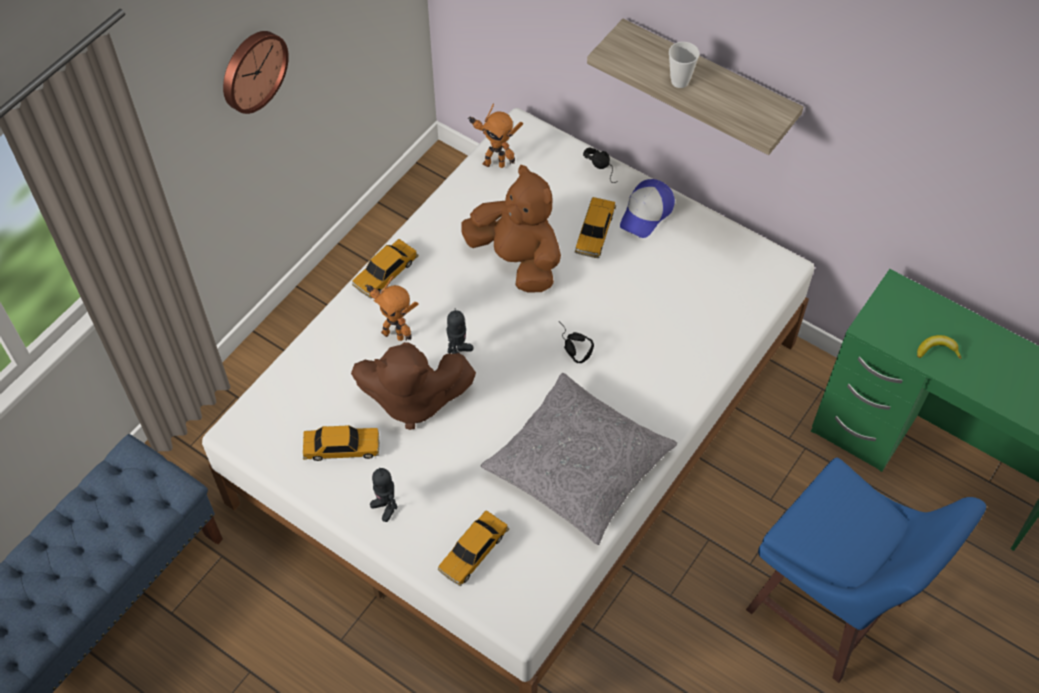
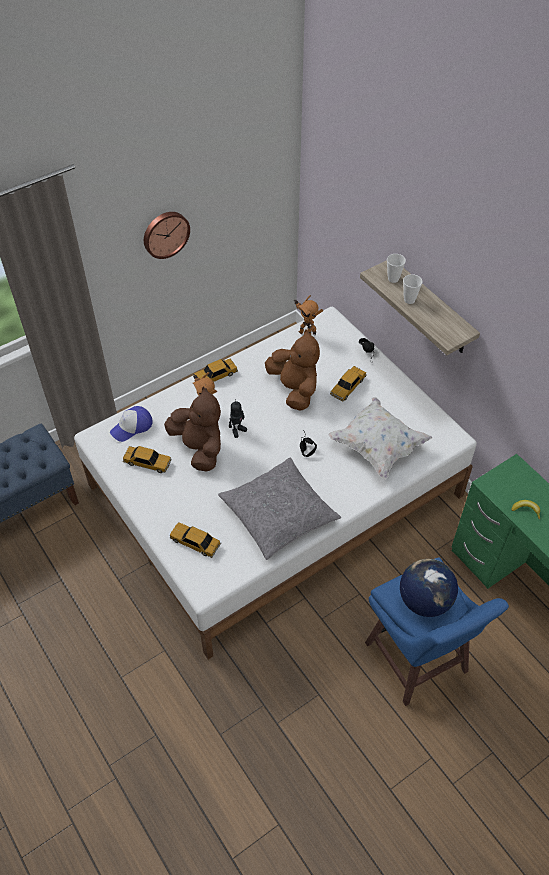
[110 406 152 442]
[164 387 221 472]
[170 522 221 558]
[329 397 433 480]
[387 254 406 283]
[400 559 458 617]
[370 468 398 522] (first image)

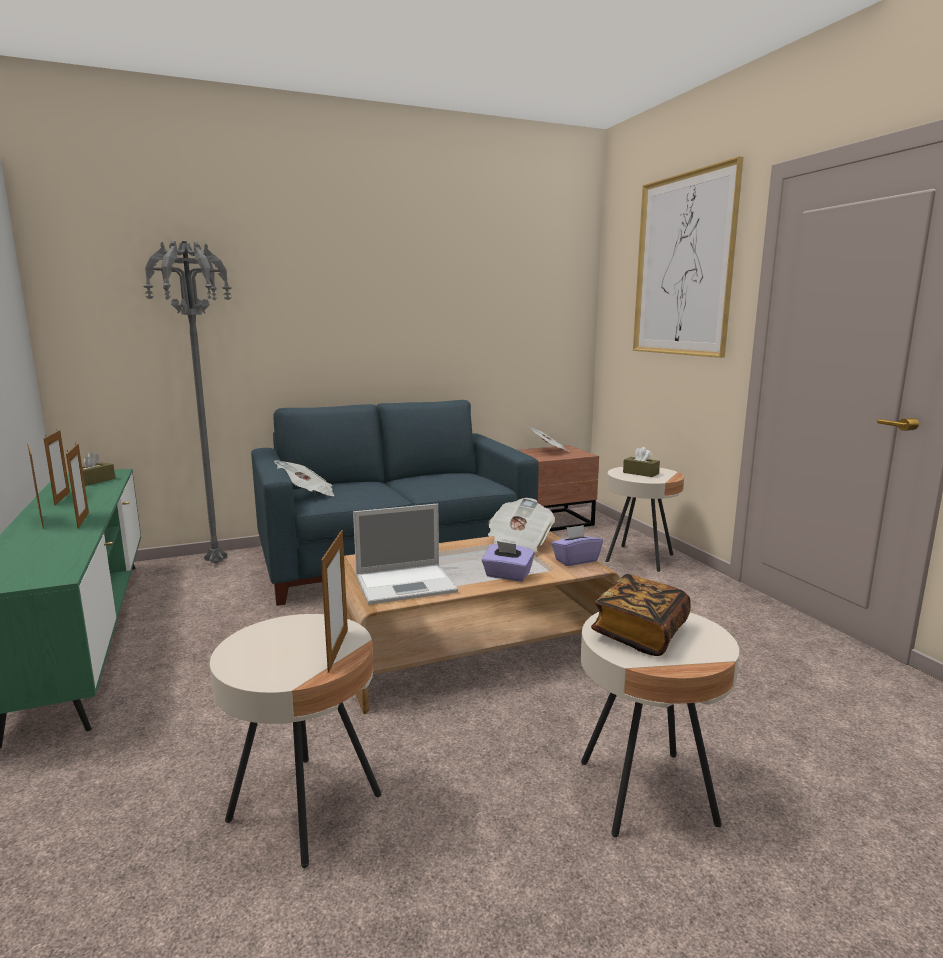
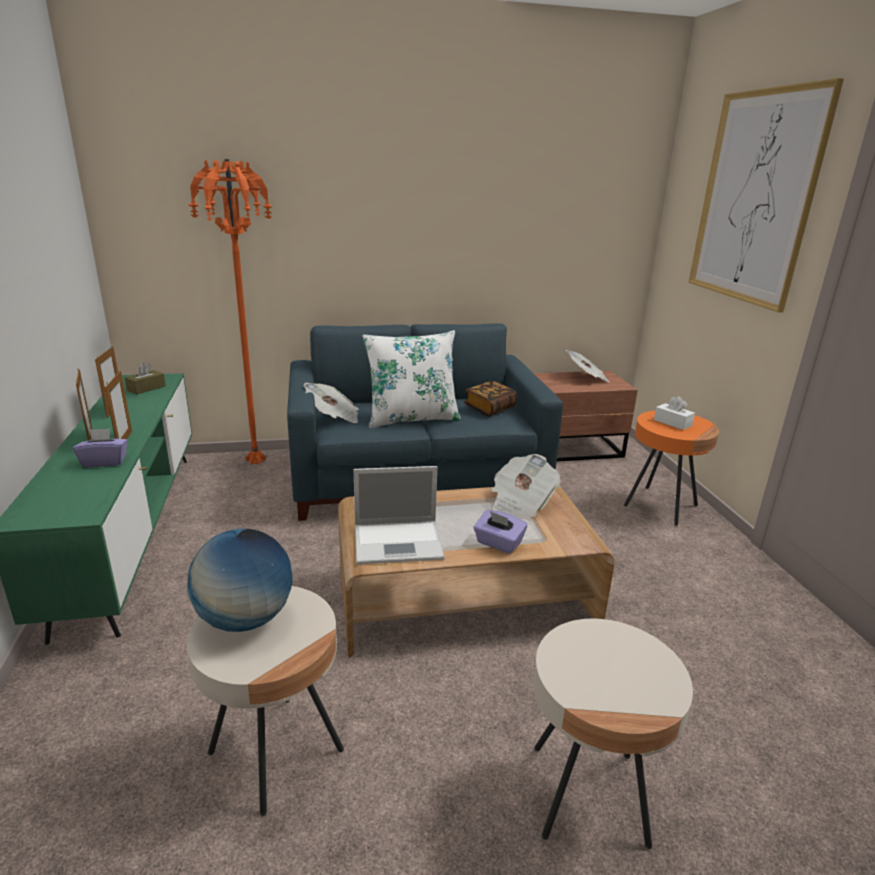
[73 429 128 467]
[187 529 293 632]
[189 159 272 465]
[362 330 461 428]
[464 381 517 417]
[624 411 719 526]
[654 396 695 430]
[321 530 348 673] (first image)

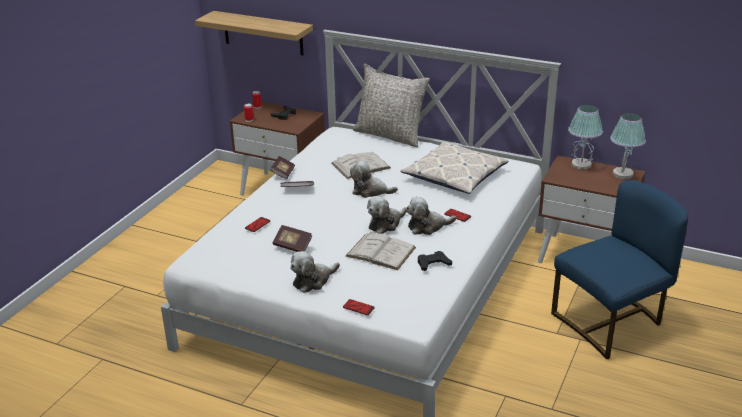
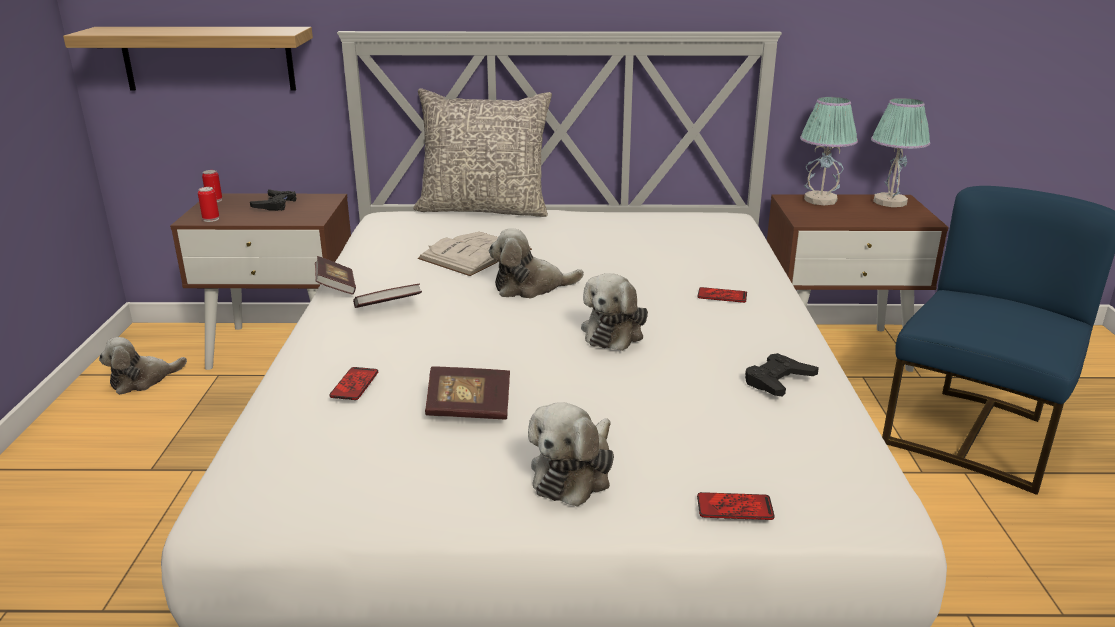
[99 337 187 395]
[346 232 416 270] (first image)
[400 141 509 194] (first image)

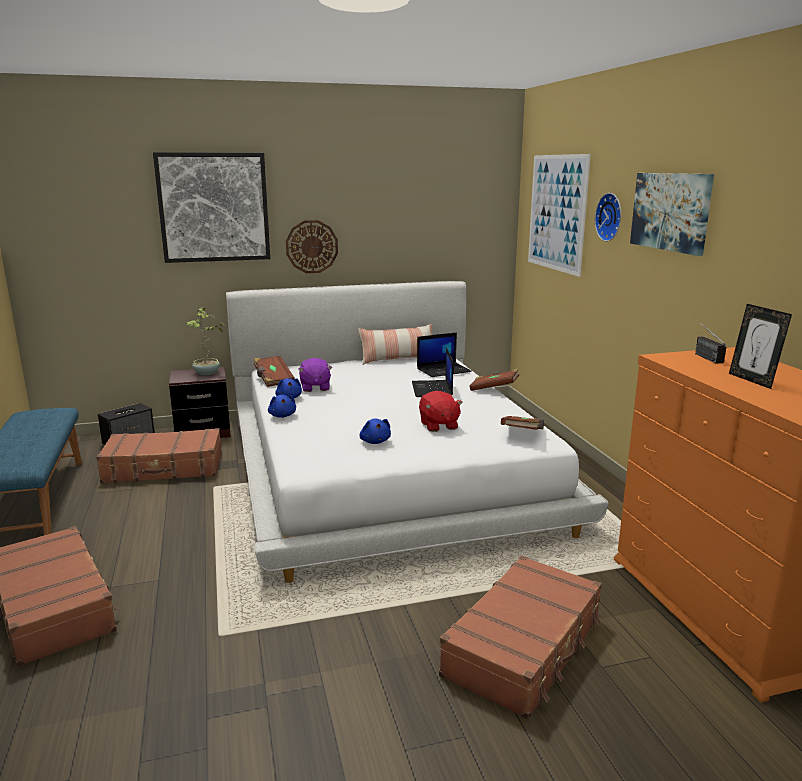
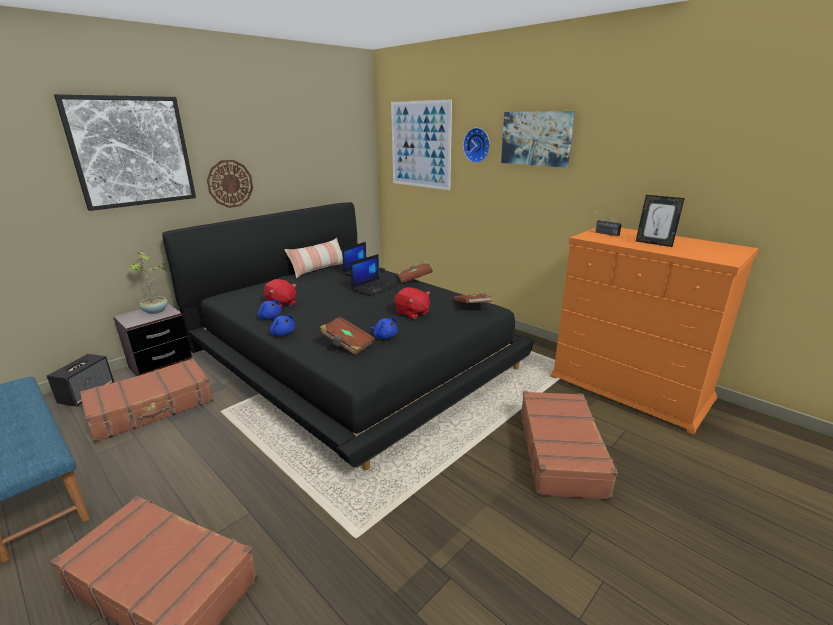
[162 202 534 470]
[264 279 297 308]
[319 317 375 356]
[350 254 398 296]

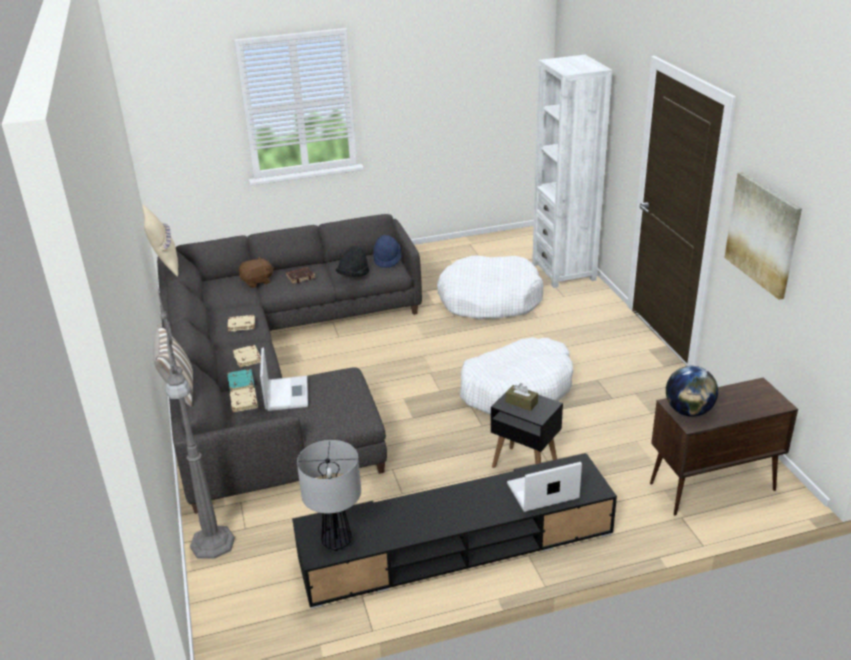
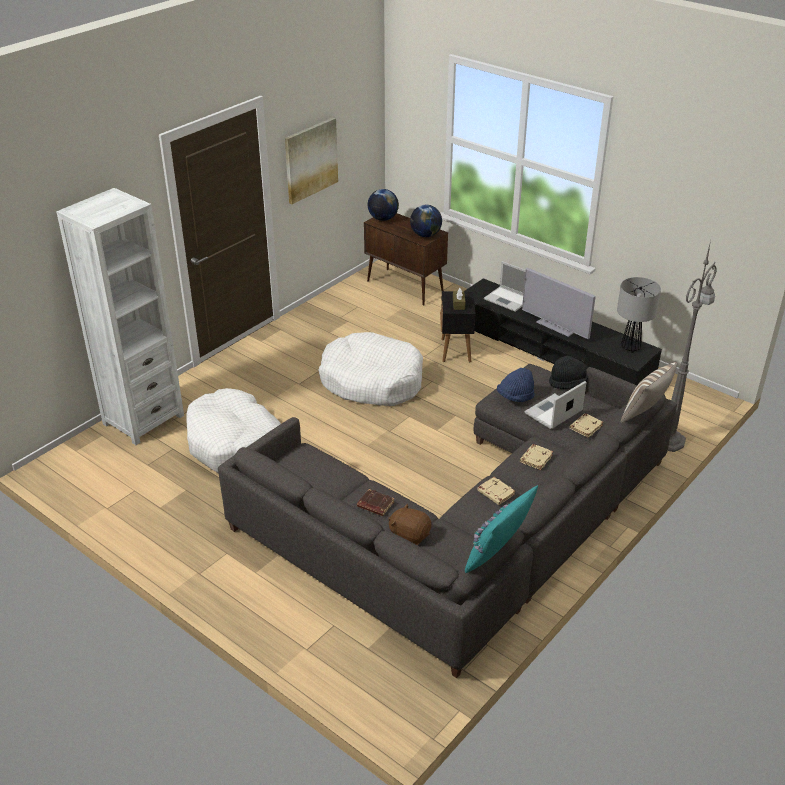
[368 189 399 221]
[465 485 538 573]
[497 368 535 402]
[522 267 596 339]
[549 356 588 389]
[227 369 255 391] (first image)

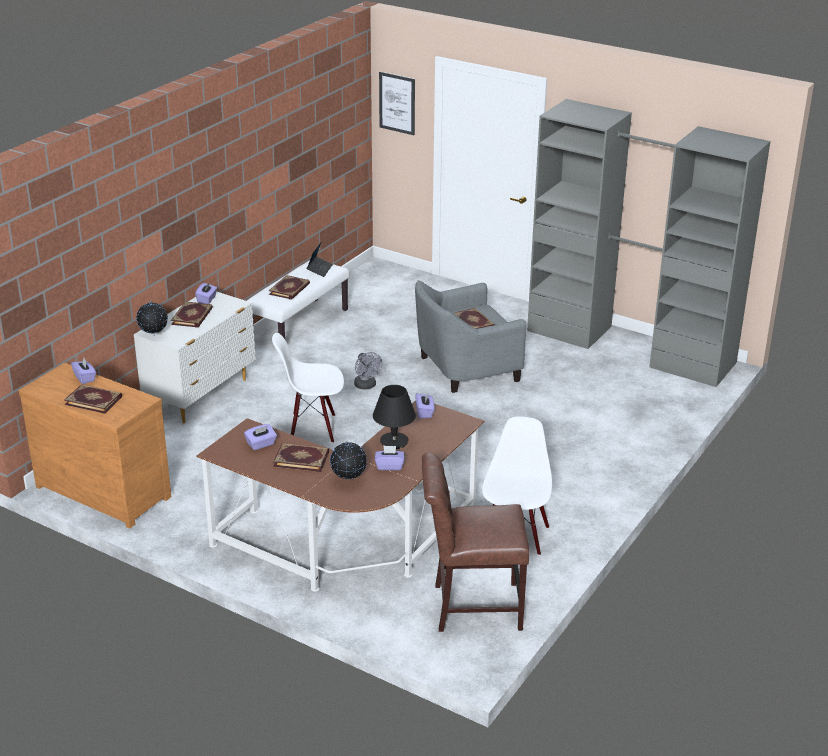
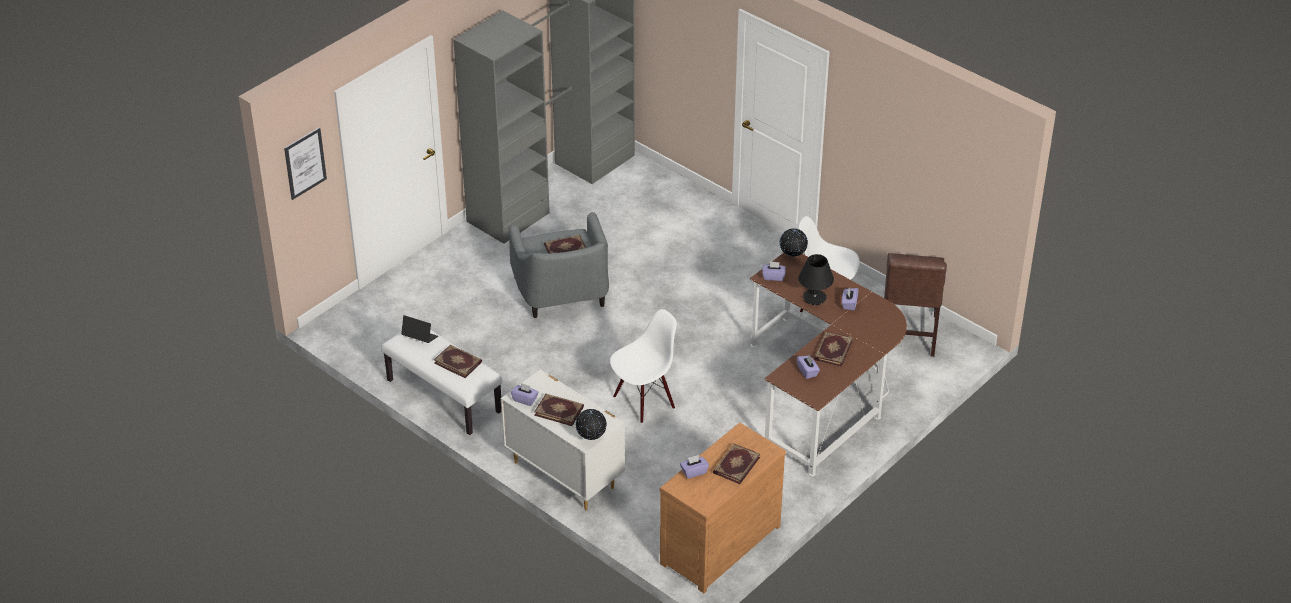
[610 309 677 423]
[780 228 808 257]
[354 352 382 389] (first image)

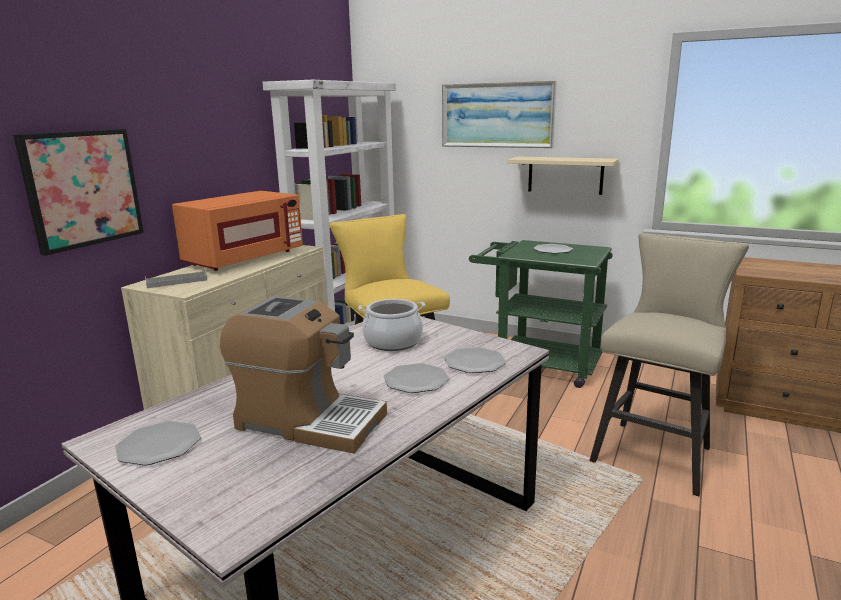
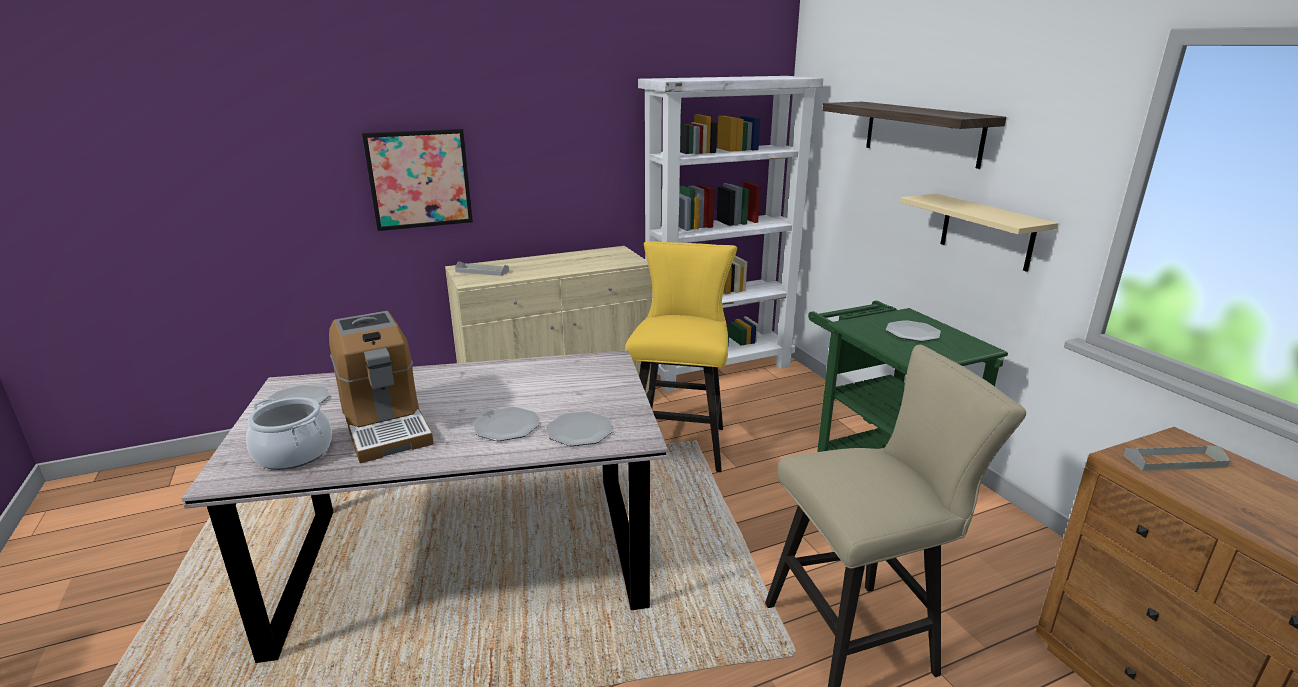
[246 397 332 470]
[822 102 1006 169]
[1123 445 1230 471]
[172 191 303 271] (first image)

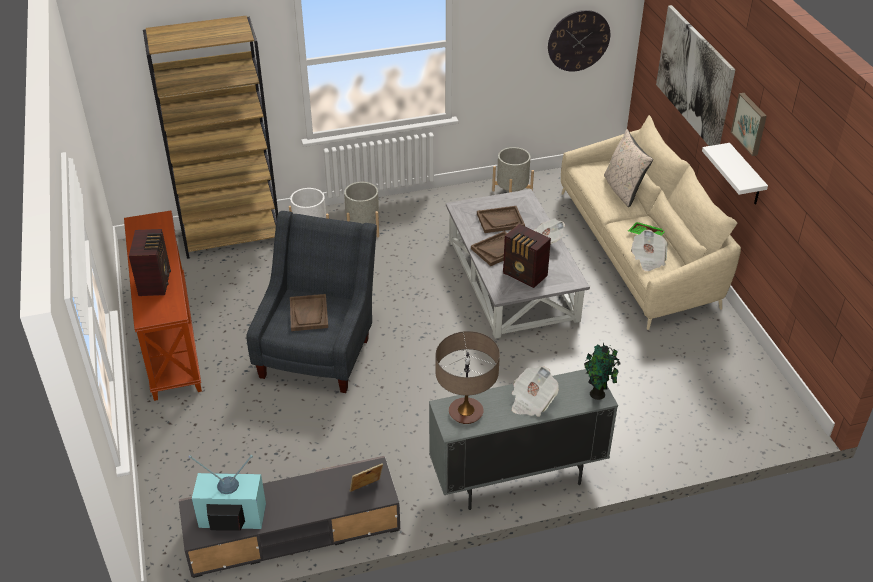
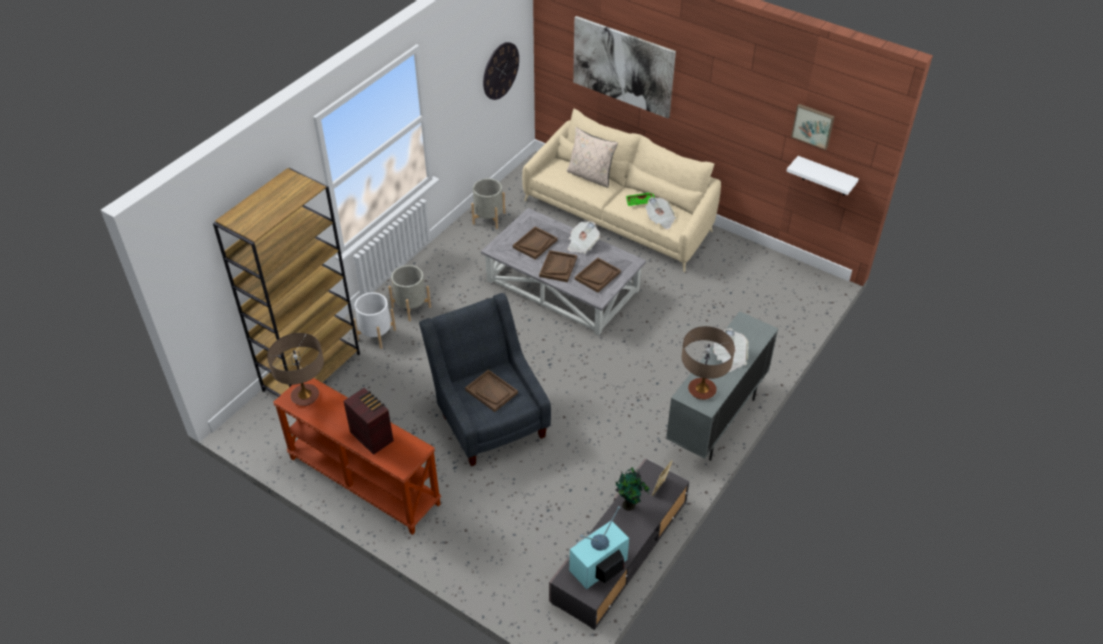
[267 333 324 406]
[575 258 621 292]
[615 468 650 511]
[786 156 859 196]
[791 104 835 150]

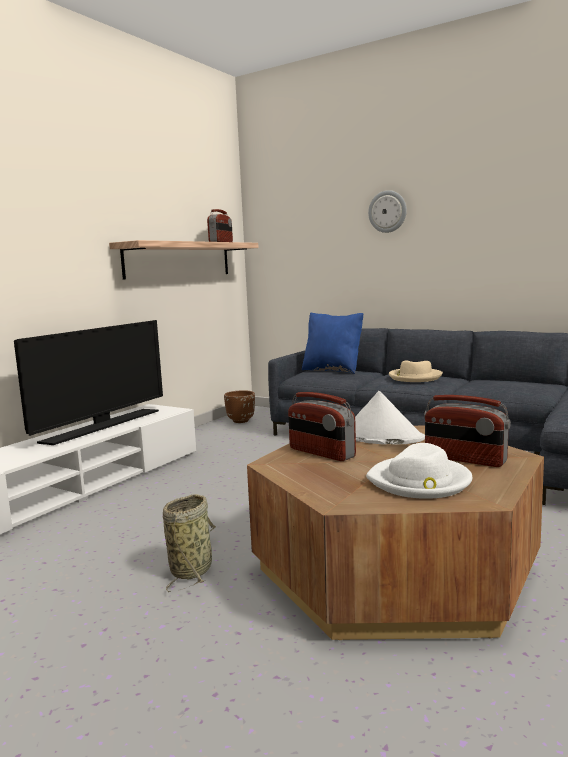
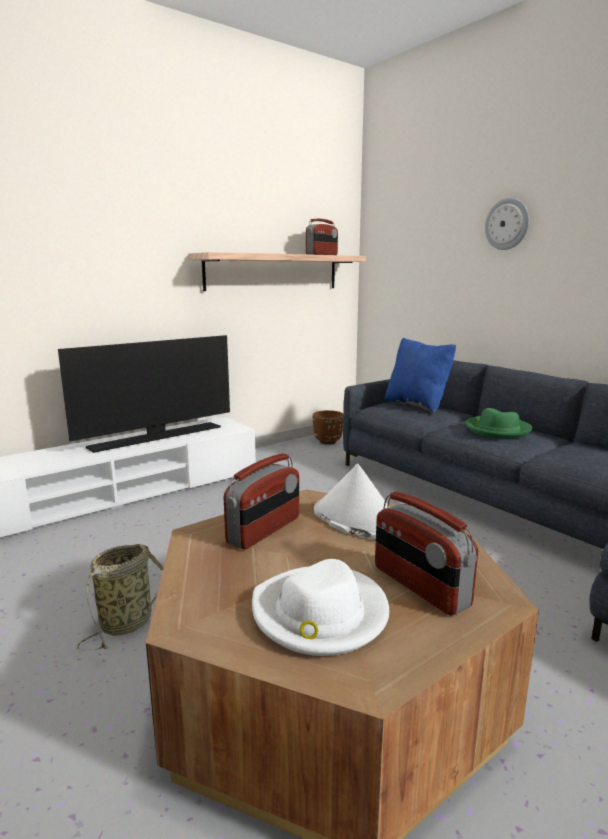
[224 453 299 549]
[466 408 533 438]

